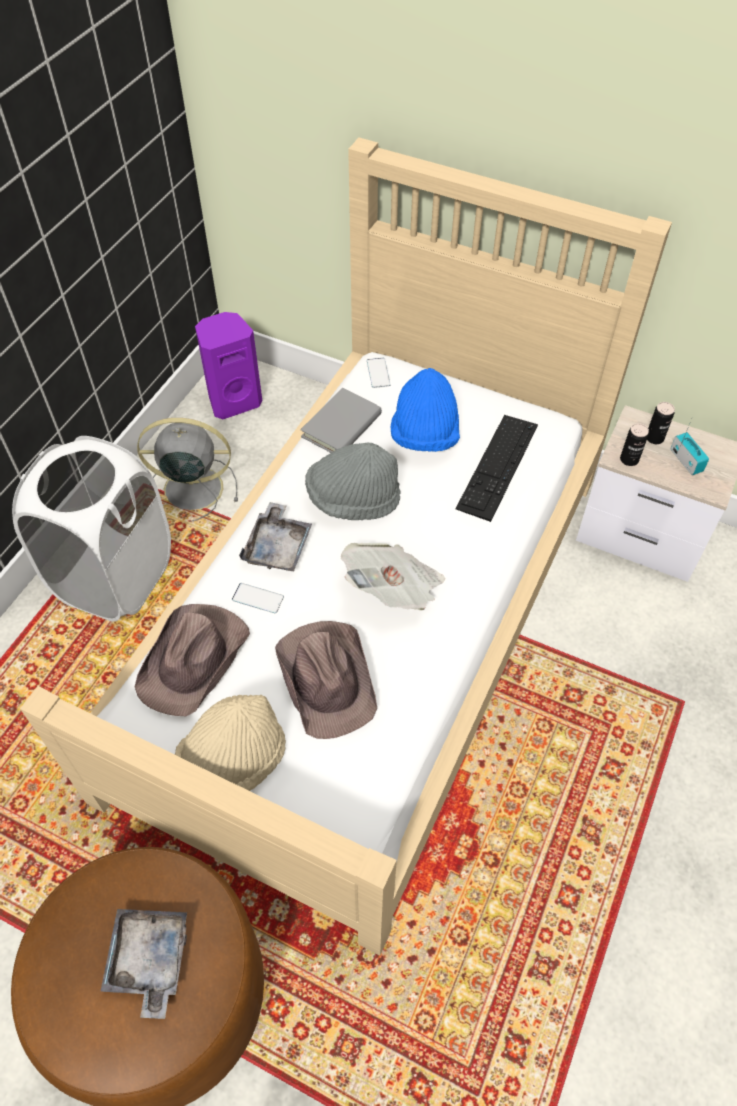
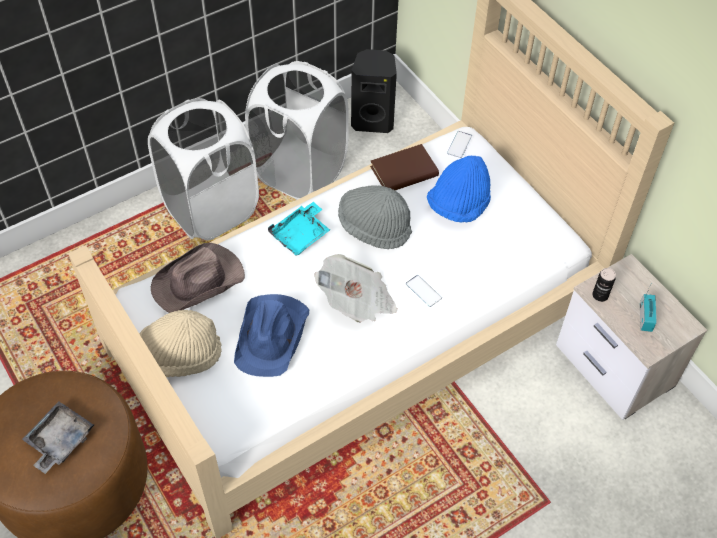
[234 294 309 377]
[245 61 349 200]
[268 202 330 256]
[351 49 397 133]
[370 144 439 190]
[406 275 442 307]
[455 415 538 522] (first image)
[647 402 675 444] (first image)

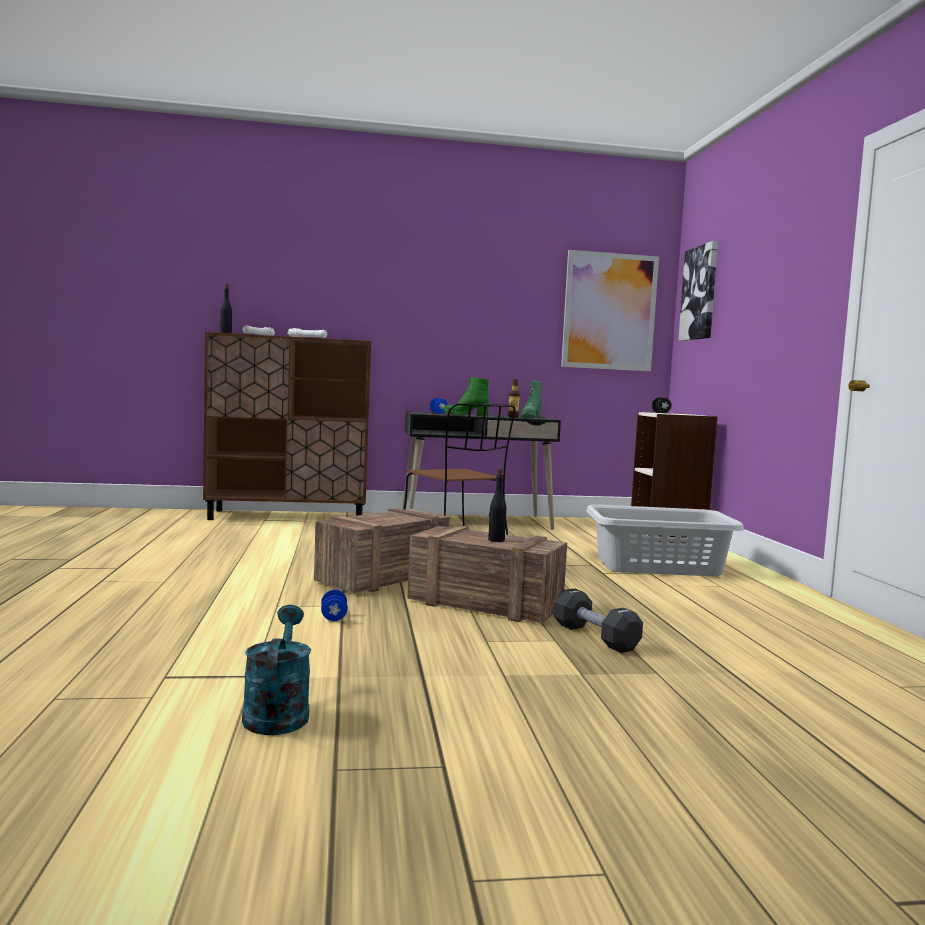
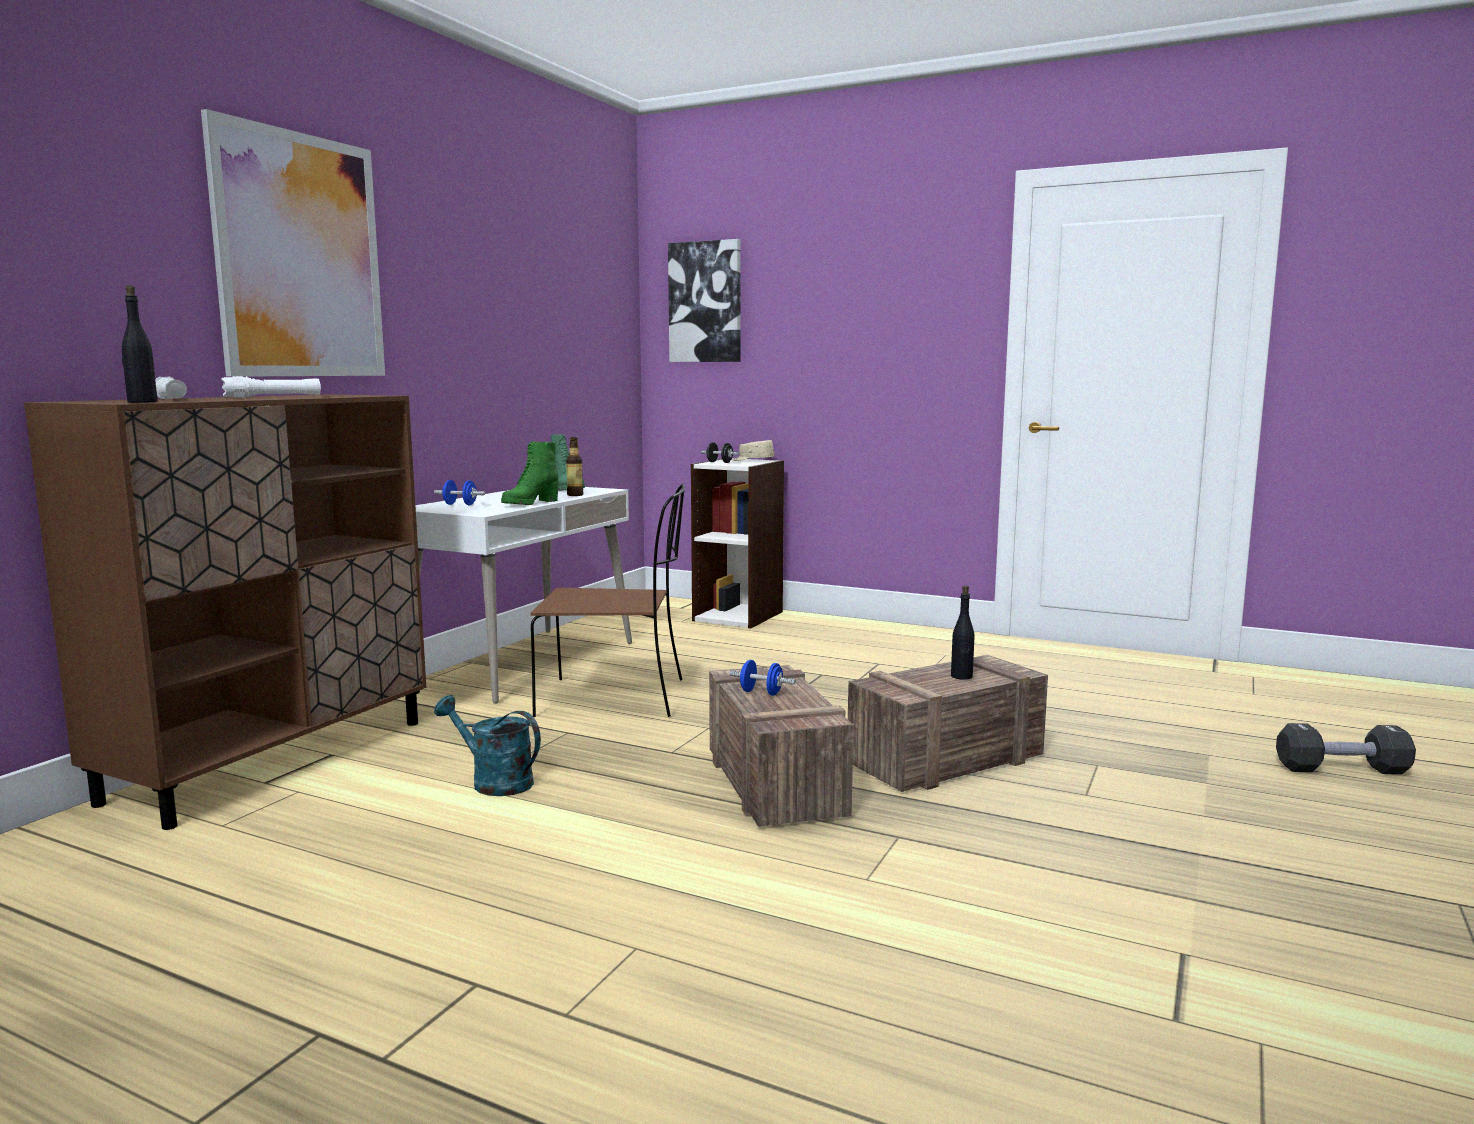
[201 109 385 377]
[415 487 632 704]
[434 695 541 796]
[729 660 796 696]
[731 440 774 461]
[1276 723 1416 774]
[586 505 744 576] (first image)

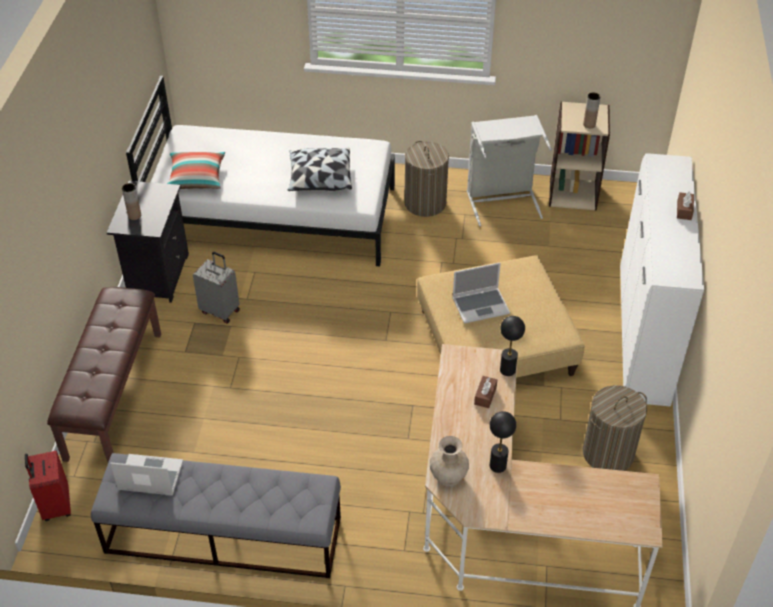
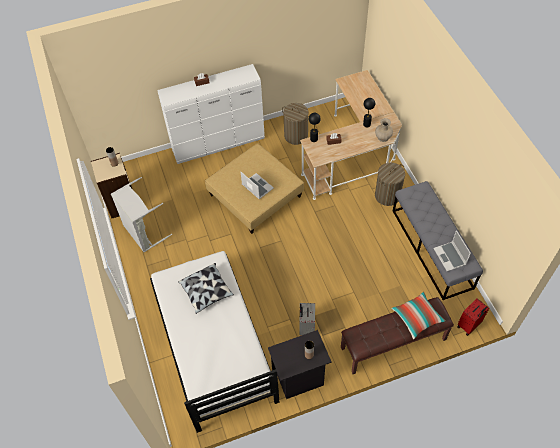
[375 163 405 206]
[391 292 446 339]

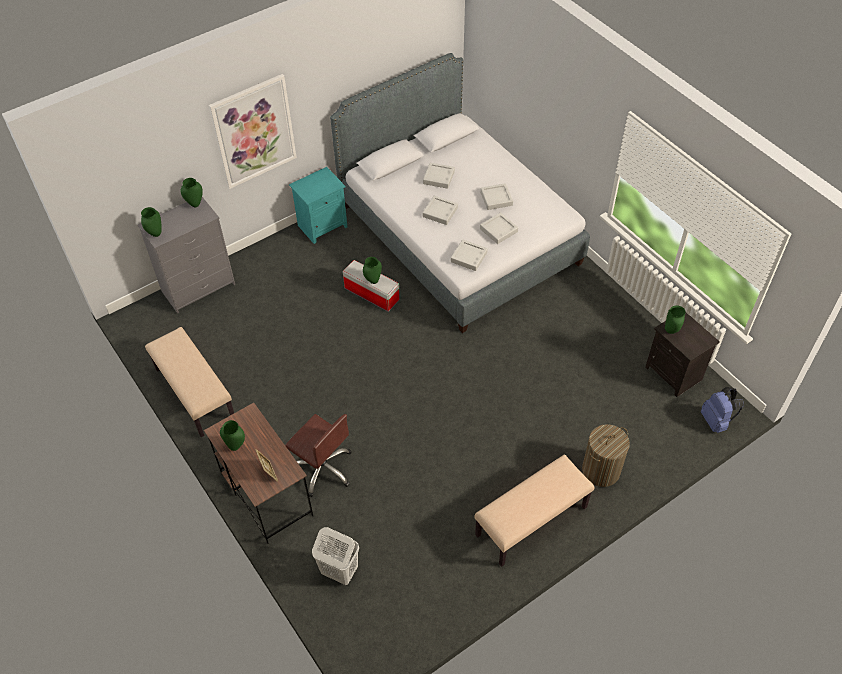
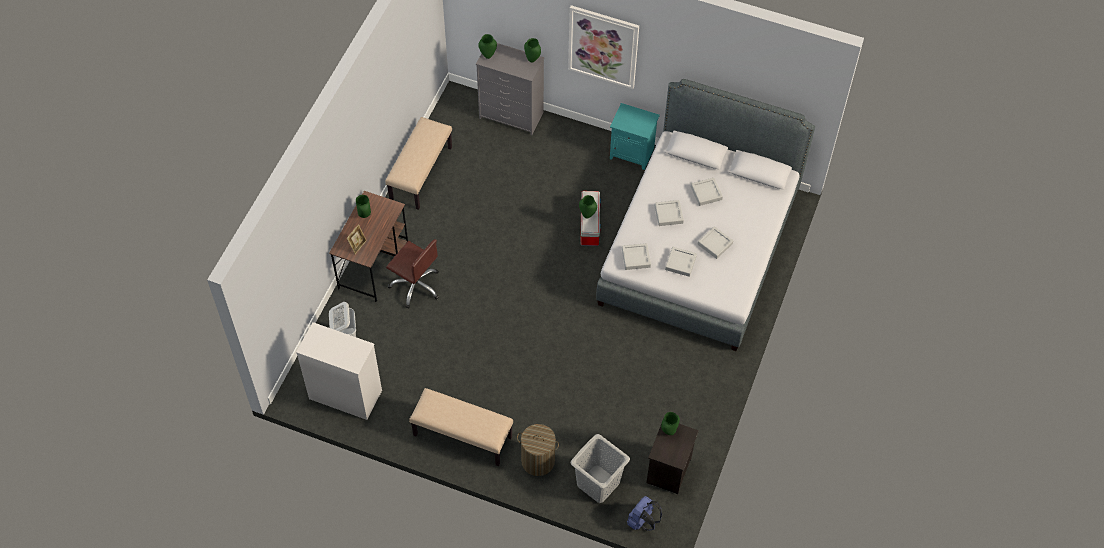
[296 322 382 420]
[386 239 439 308]
[570 434 630 503]

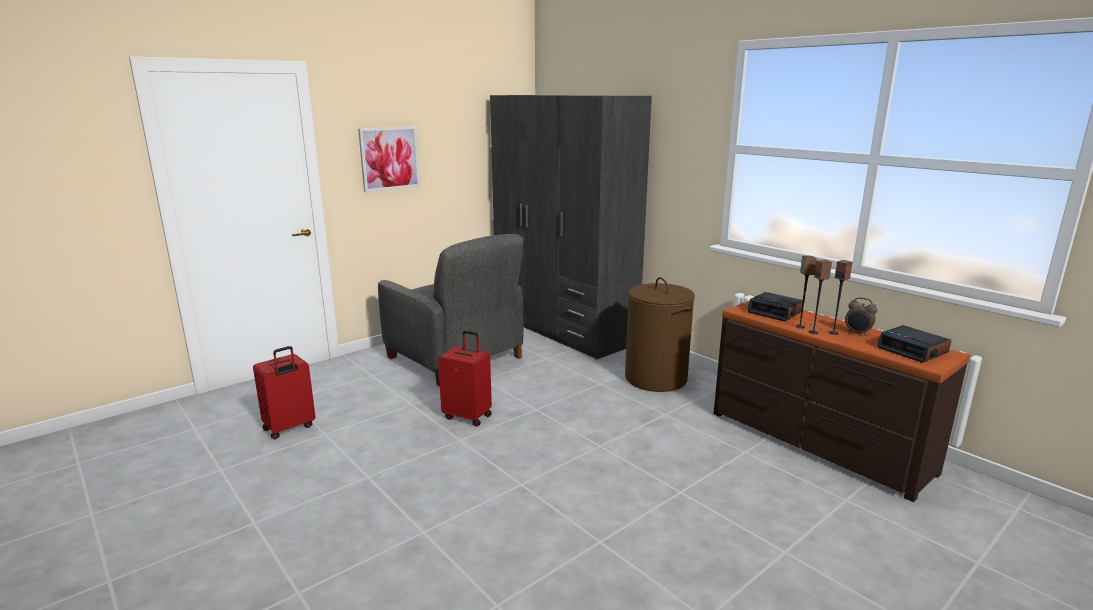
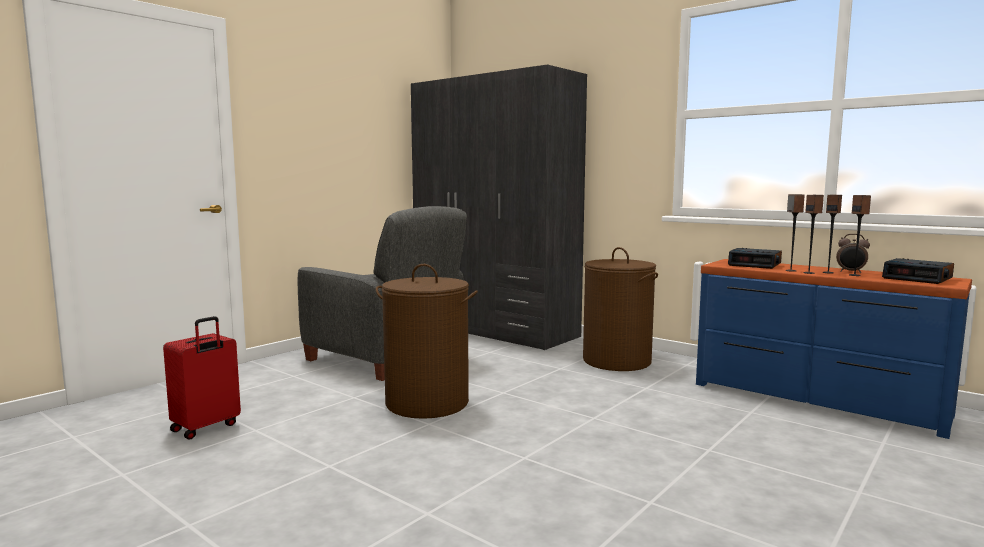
[376 264 478 419]
[696 259 972 439]
[849 195 871 276]
[358 126 420 192] (first image)

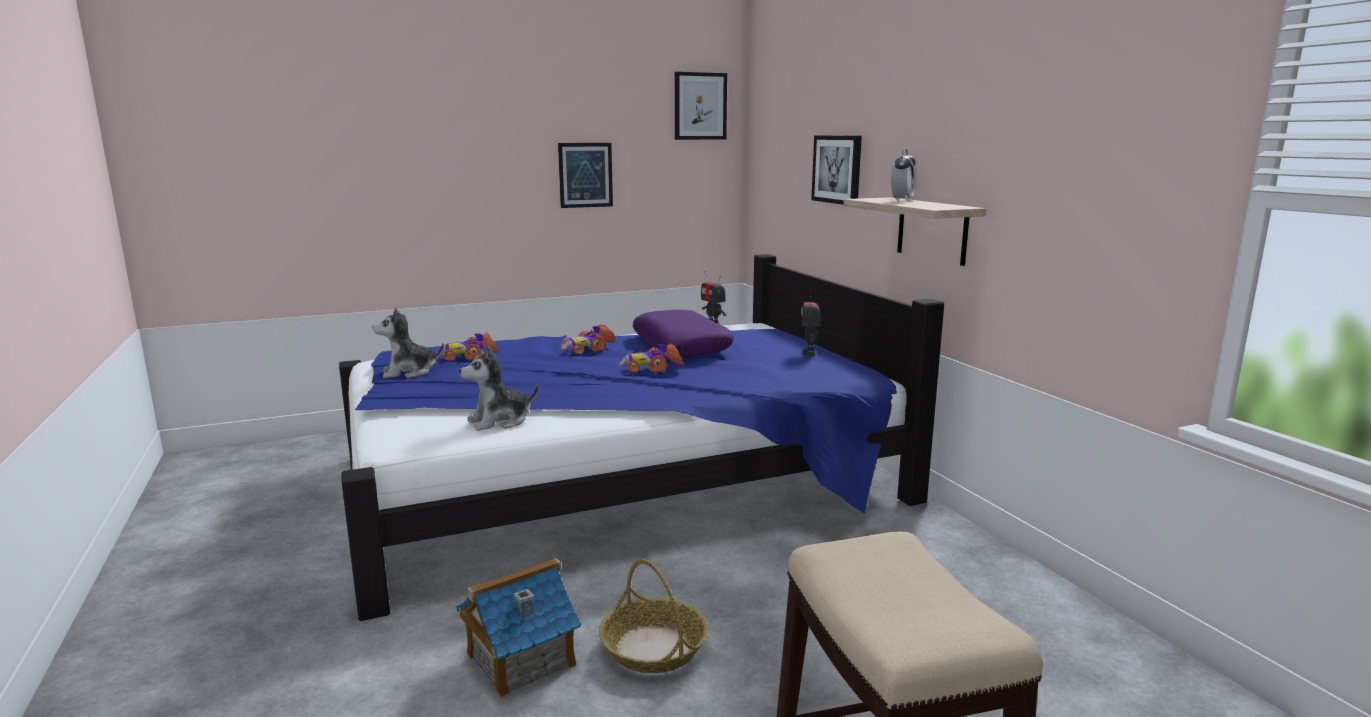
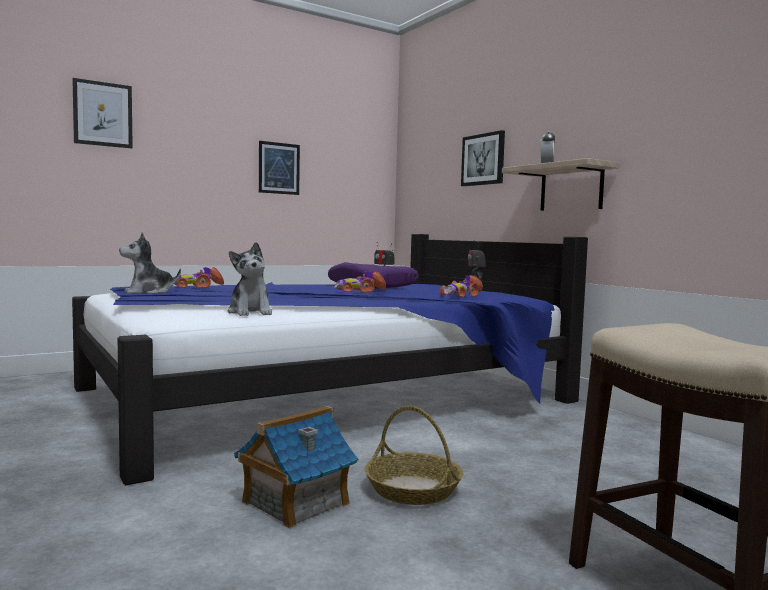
[72 78 133 148]
[227 242 272 316]
[440 275 483 297]

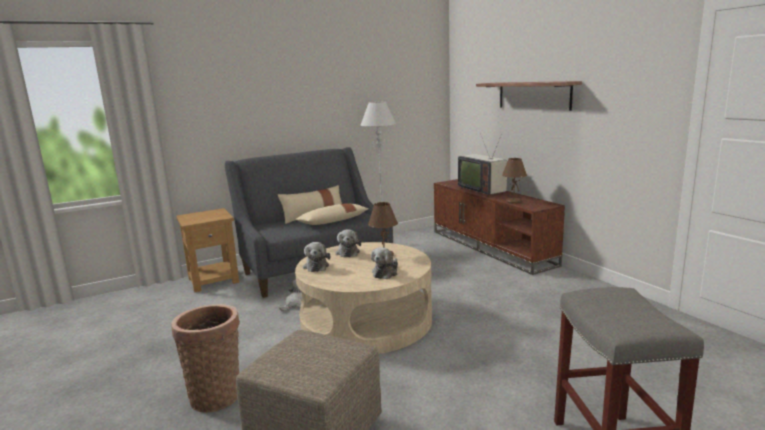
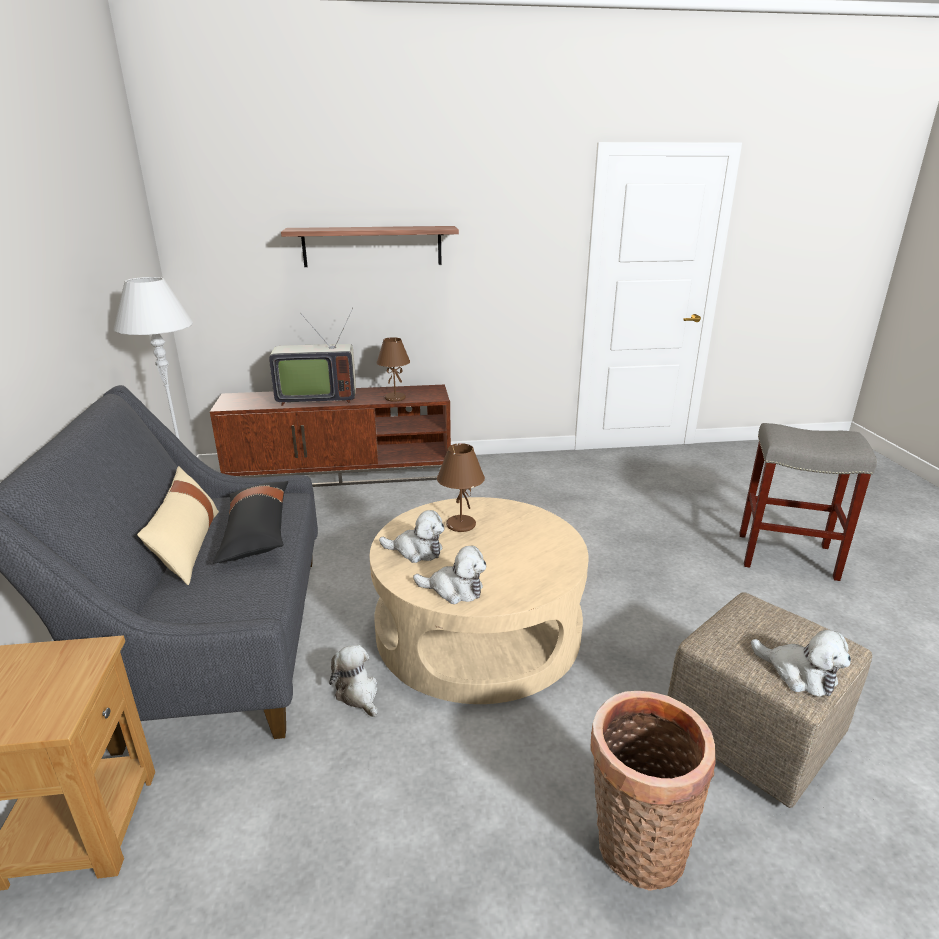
[213 481 288 563]
[751 630 851 697]

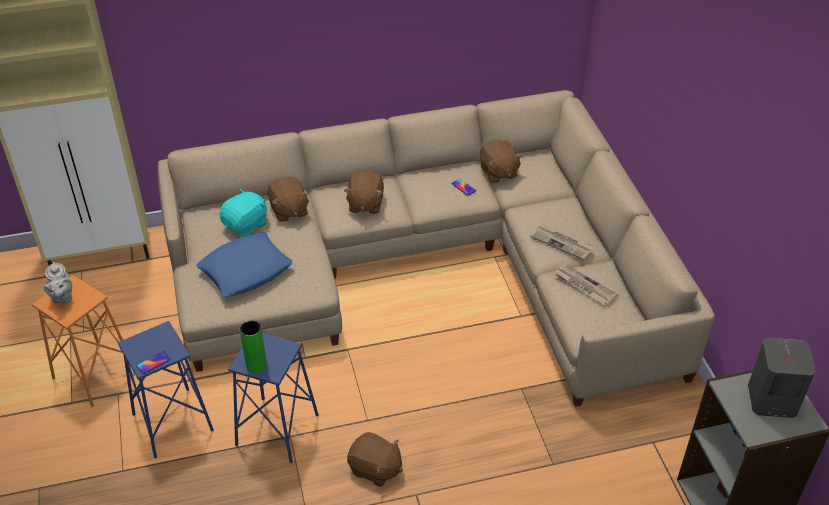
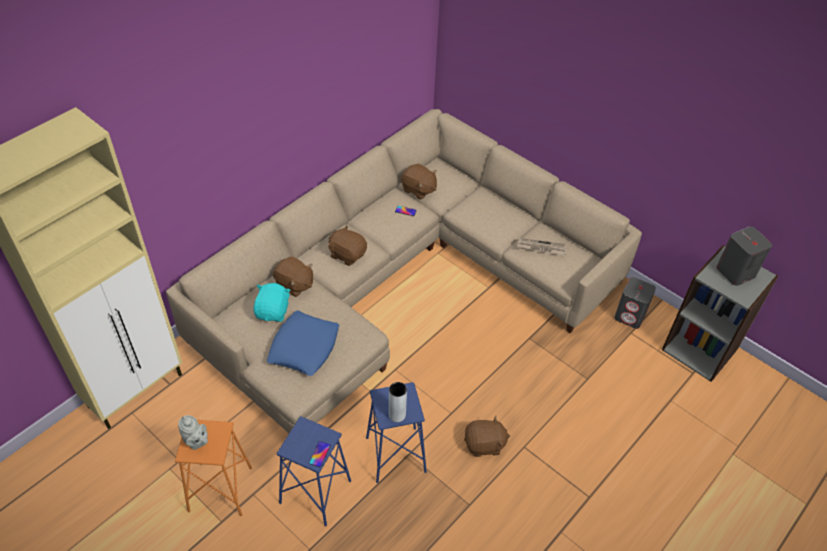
[328 225 367 266]
[389 382 407 422]
[614 277 656 329]
[530 224 594 260] (first image)

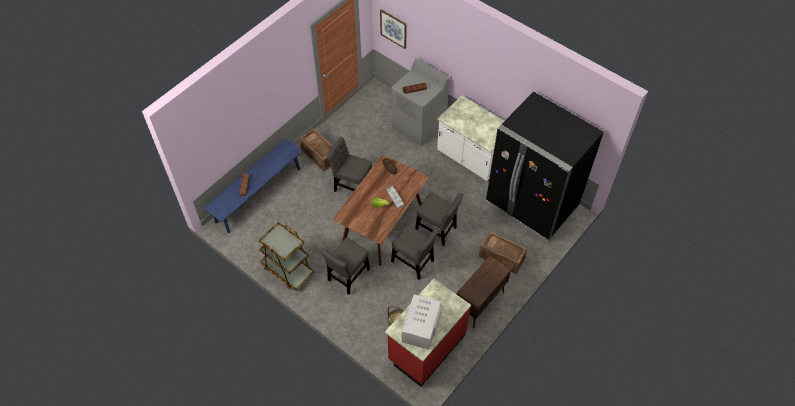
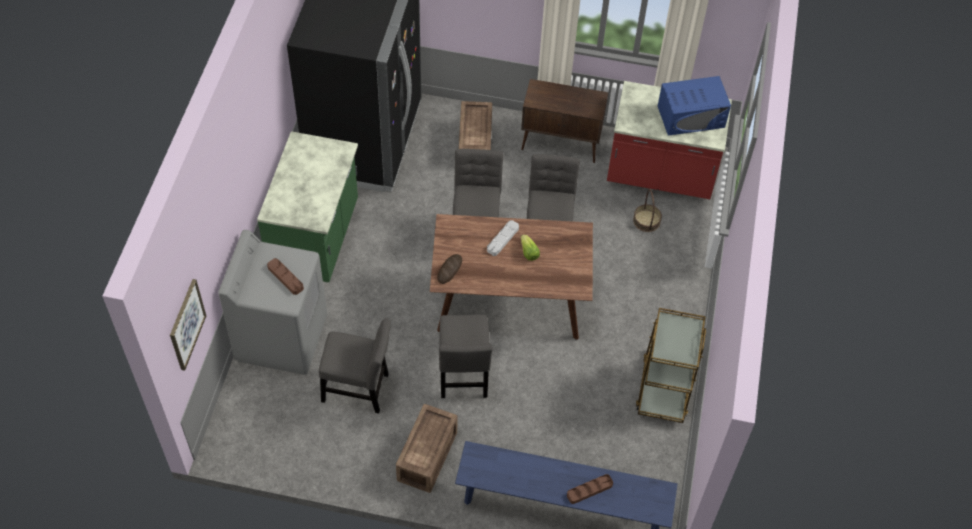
[257 131 358 282]
[319 318 391 413]
[658 76 731 135]

